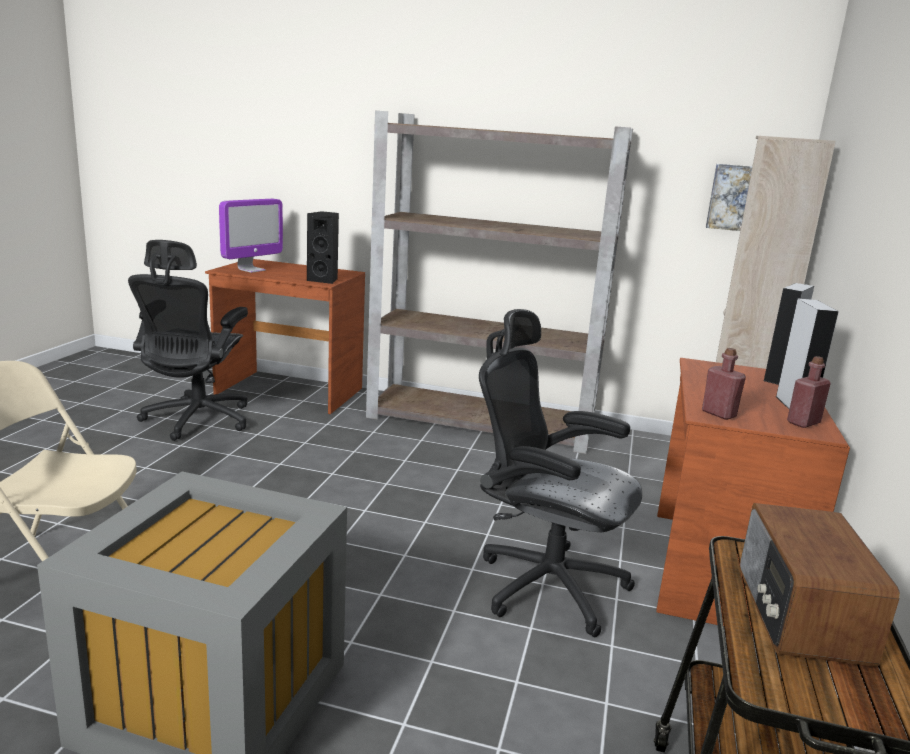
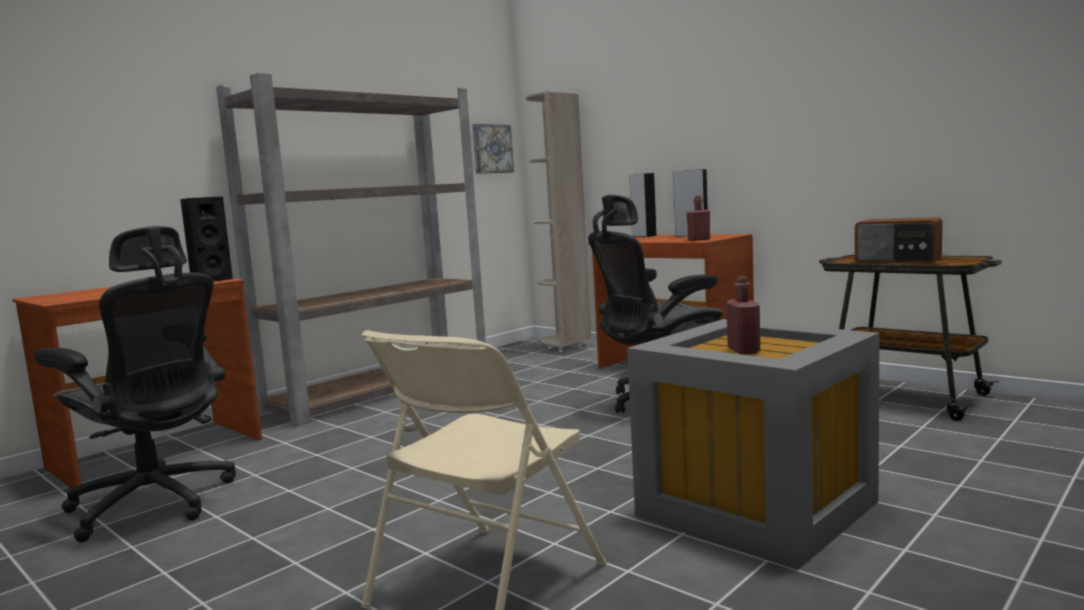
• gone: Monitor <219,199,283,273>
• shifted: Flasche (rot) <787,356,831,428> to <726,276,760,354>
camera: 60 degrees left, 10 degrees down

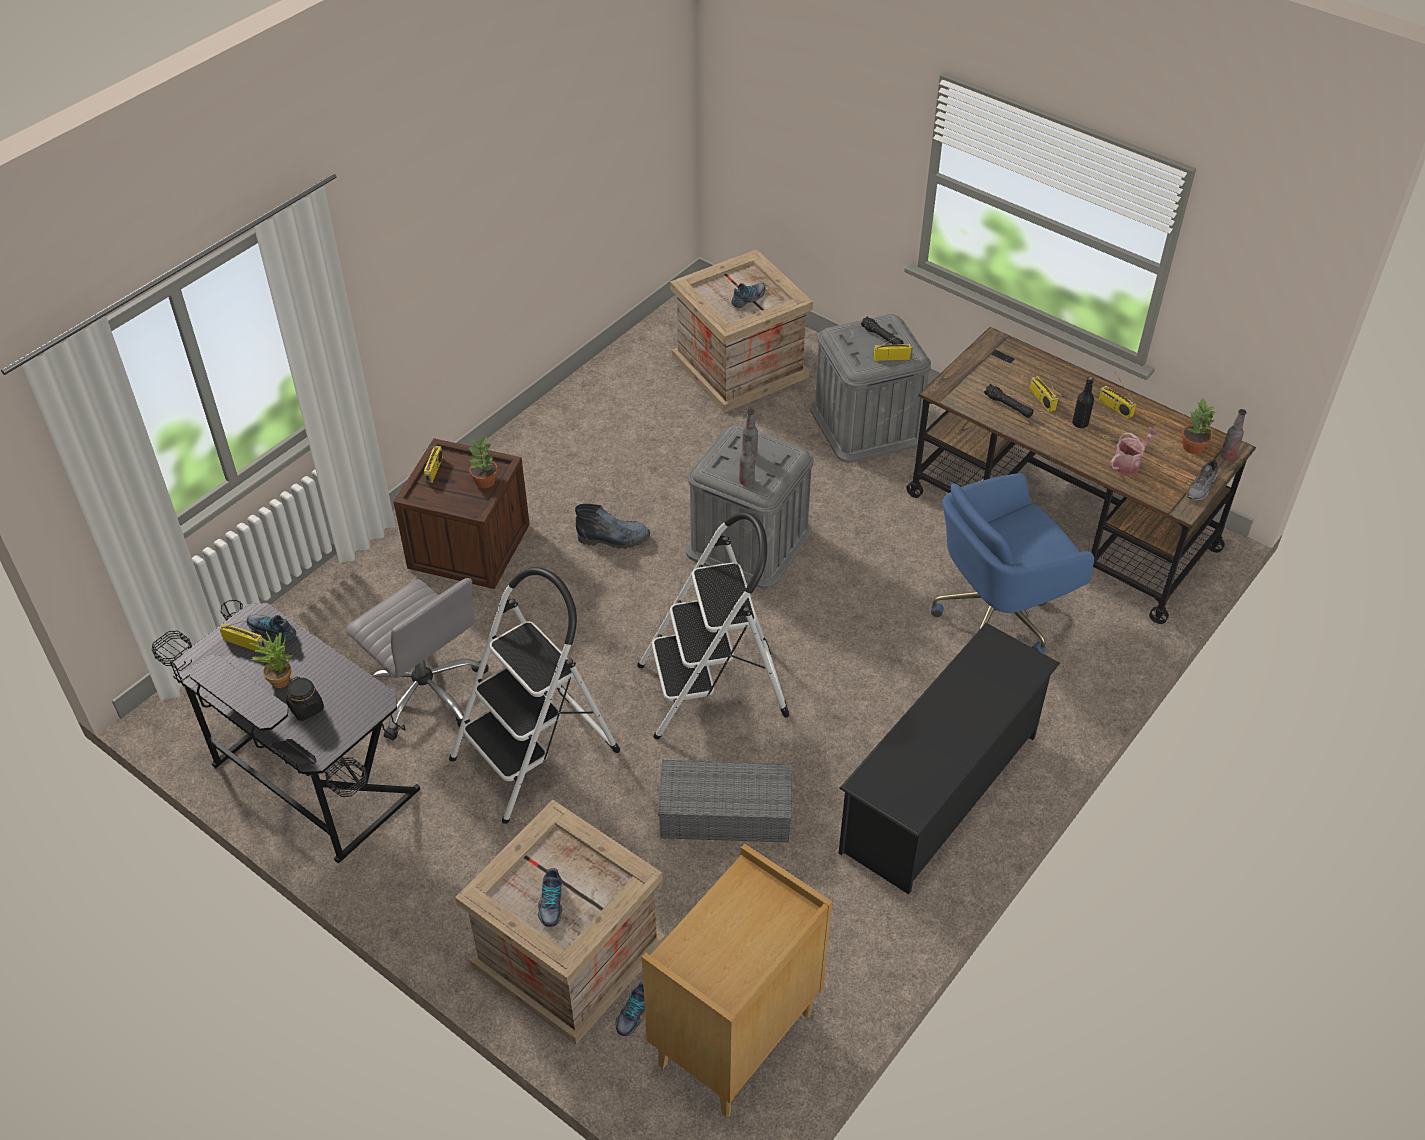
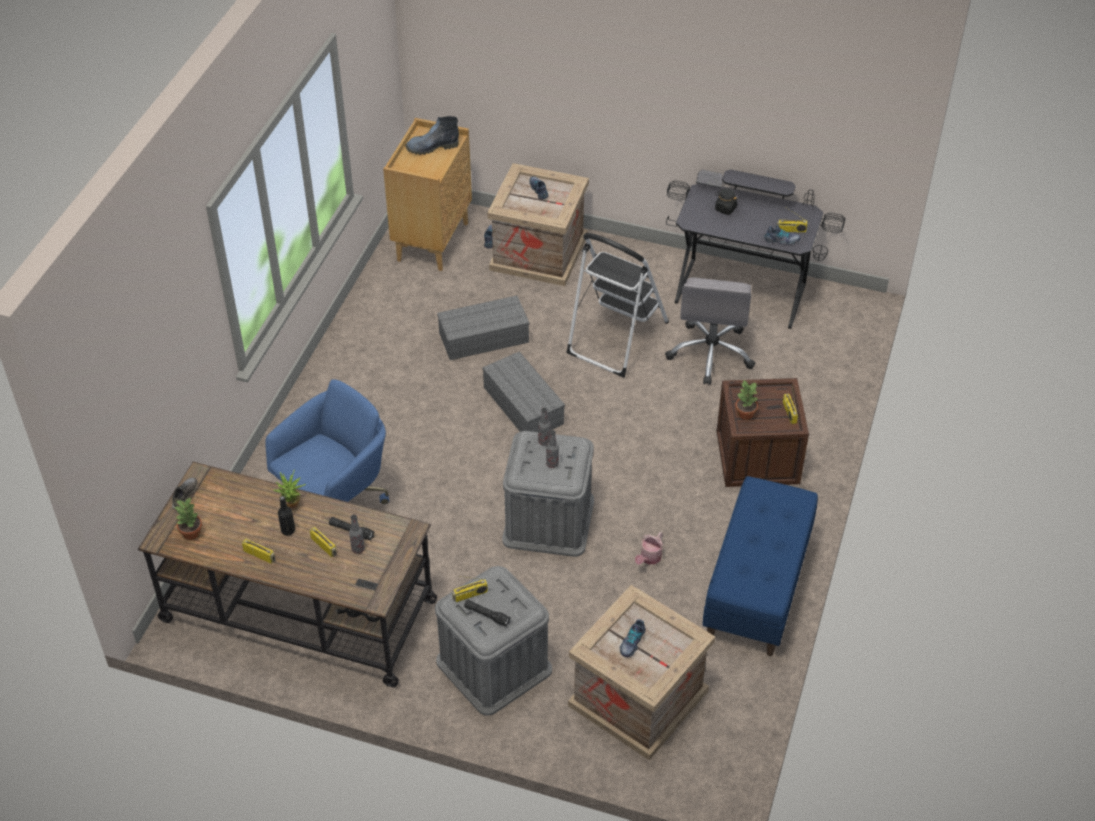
• shifted: Topfpflanze <249,631,293,688> to <274,469,306,510>
• rotated: Bürostuhl (grau) <346,578,489,740> = <665,278,756,385> 105 degrees counterclockwise
• shifted: Stiefel <575,504,650,549> to <405,116,459,155>
• swapped: Trittleiter <637,512,789,739> to Aufbewahrungsbox (grau) <482,351,565,432>
• gone: Schuhregal (schwarz) <839,623,1060,894>
• shifted: Gießkanne <1110,427,1159,475> to <635,532,663,565>
• shifted: Flasche <1220,409,1247,461> to <349,515,365,554>
• new: Bank (blau) <702,476,818,656>
camera: 160 degrees right, 0 degrees up

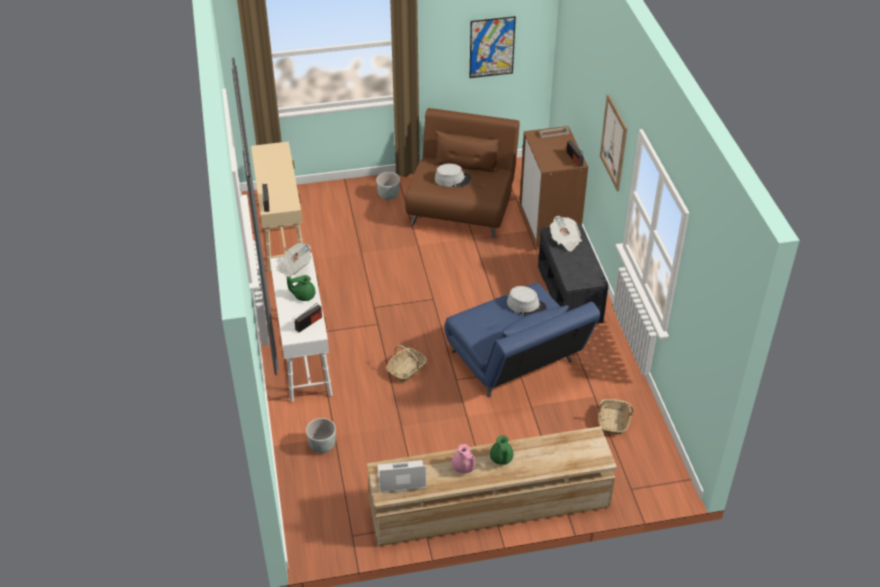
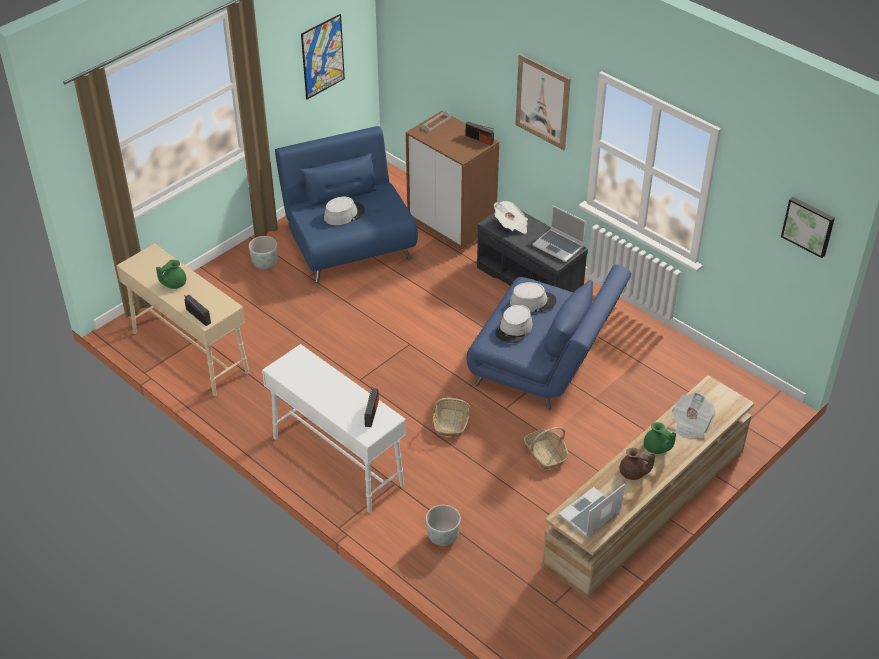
• shifted: Zeitung <276,243,312,277> to <672,392,716,438>
• shifted: Teekanne (grün) <287,275,315,301> to <156,260,186,289>
• repainted: Sessel (braun) <405,108,519,238> to Sessel (blau) <275,126,418,283>
• repainted: Teekanne (rosa) <452,444,476,473> to Teekanne (braun) <620,448,655,480>
• shifted: Korb <598,399,634,435> to <524,427,568,470>
• new: Hut (grau) <495,305,533,343>
• new: Laptop <532,205,586,262>
• new: Bild <781,197,835,258>
camera: 35 degrees left, 0 degrees up

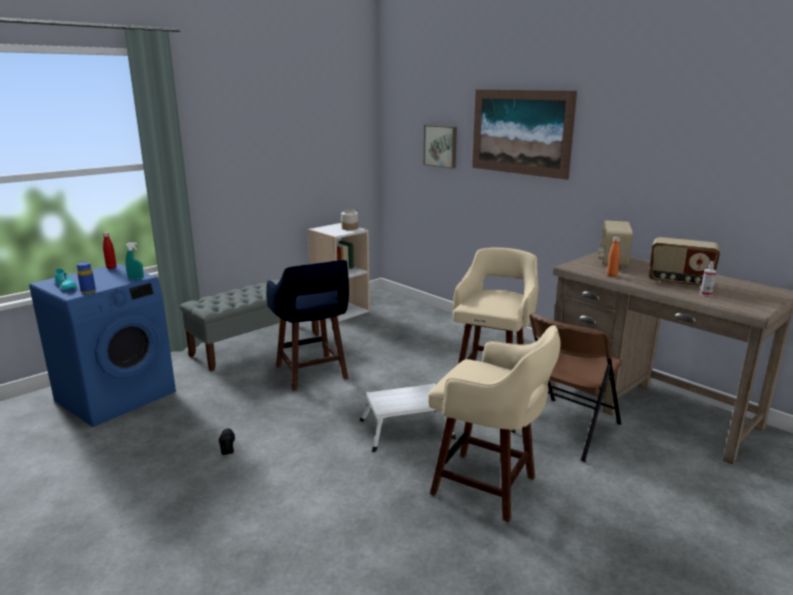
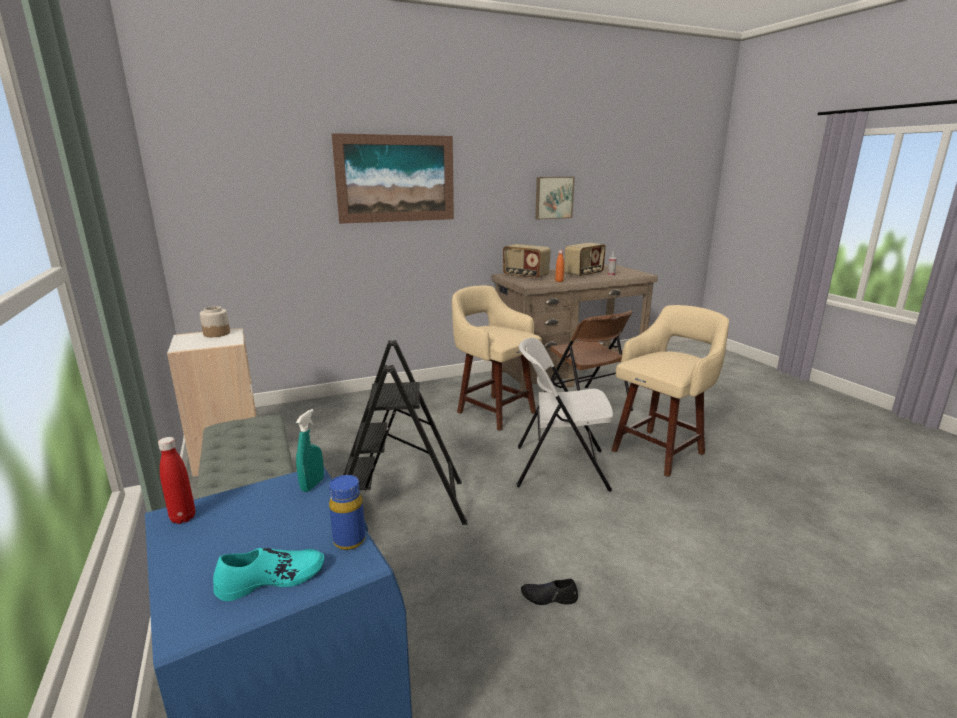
• swapped: Hocker (blau) <266,260,349,391> to Trittleiter (schwarz) <343,340,468,525>
• swapped: Trittleiter (weiß) <359,383,457,452> to Stuhl (weiß) <517,338,613,492>
• shifted: Bild <424,125,457,169> to <535,177,575,219>
camera: 70 degrees left, 0 degrees up

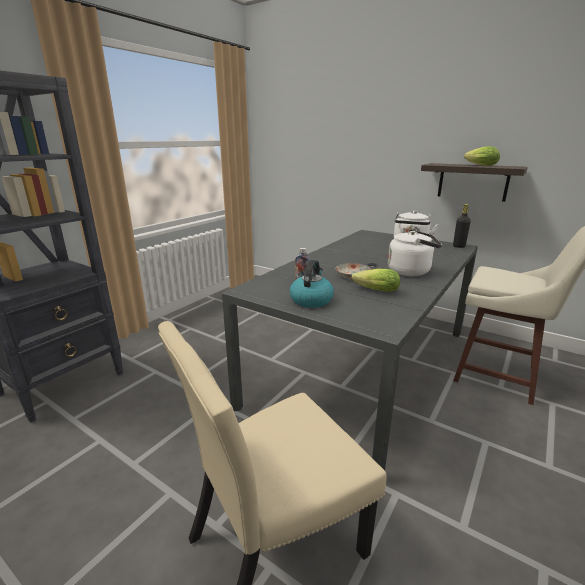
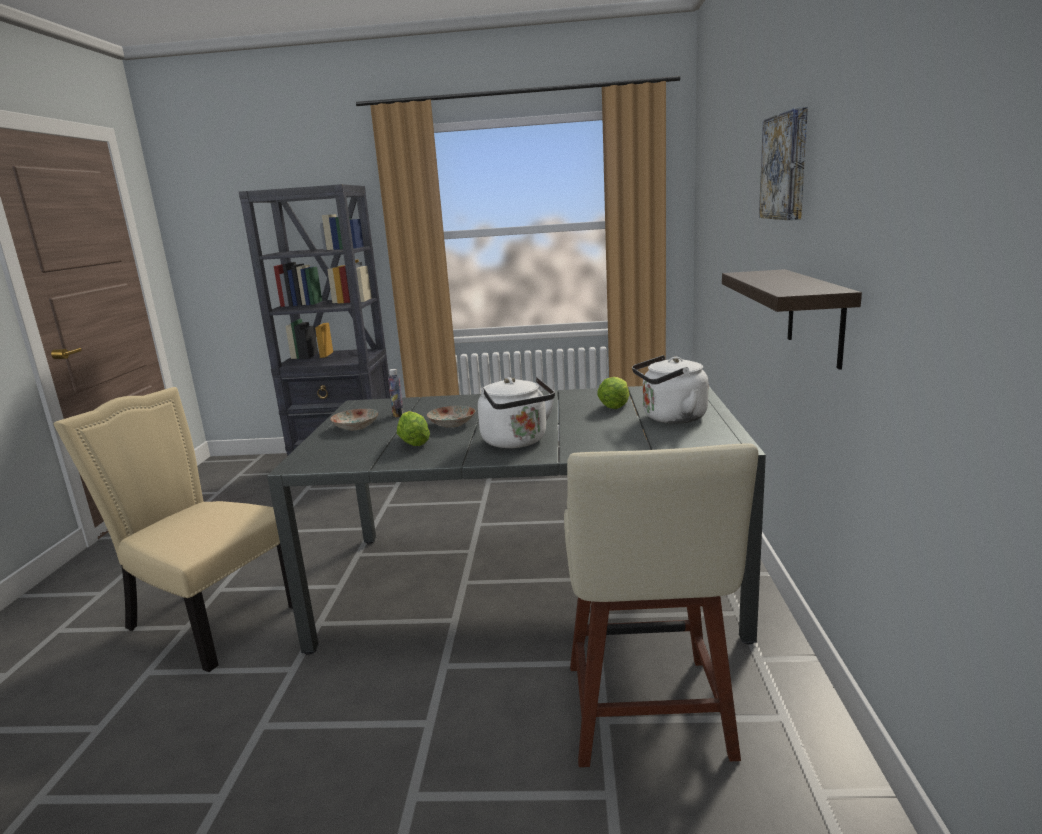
• swapped: Wasserkessel <290,260,334,308> to Teller <330,409,379,430>
• gone: Flasche (schwarz) <453,204,471,248>
• shifted: Salatkopf <464,146,500,166> to <597,377,630,409>
• new: Bild <759,107,808,220>
camera: 60 degrees right, 5 degrees down

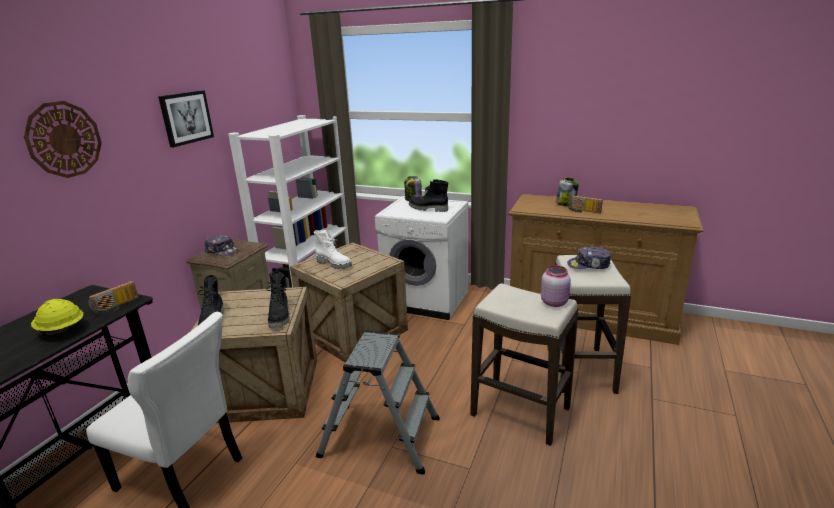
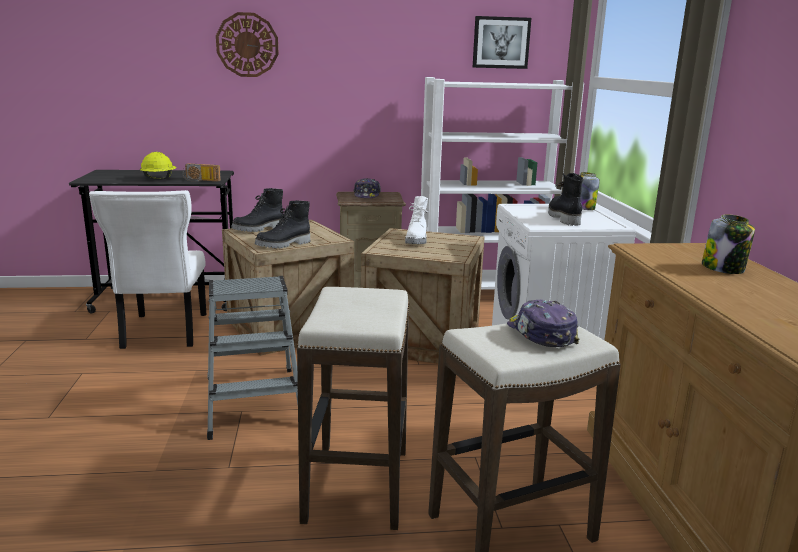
• shifted: Bild <158,90,214,147> to <473,16,531,69>
• gone: Vorratsglas (rosa) <541,266,571,307>
• gone: Radio <568,195,603,213>
camera: 60 degrees right, 5 degrees down

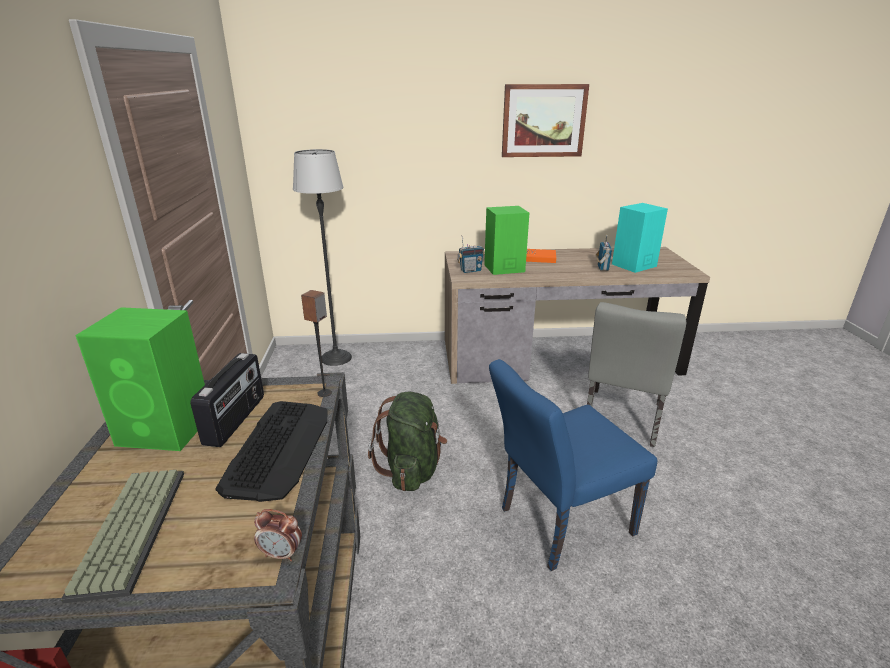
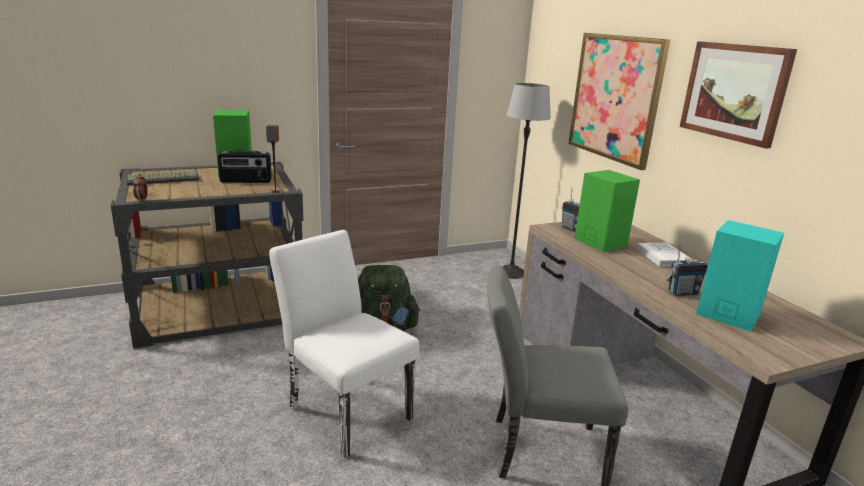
• gone: Tastatur <215,401,327,502>
• repainted: Stuhl (blau) <489,359,657,571> to Stuhl (weiß) <269,230,419,458>
• repainted: Buch (orange) <526,249,556,263> to Buch (weiß) <636,243,692,266>
• new: Bild <568,33,670,170>
camera: 70 degrees right, 5 degrees down

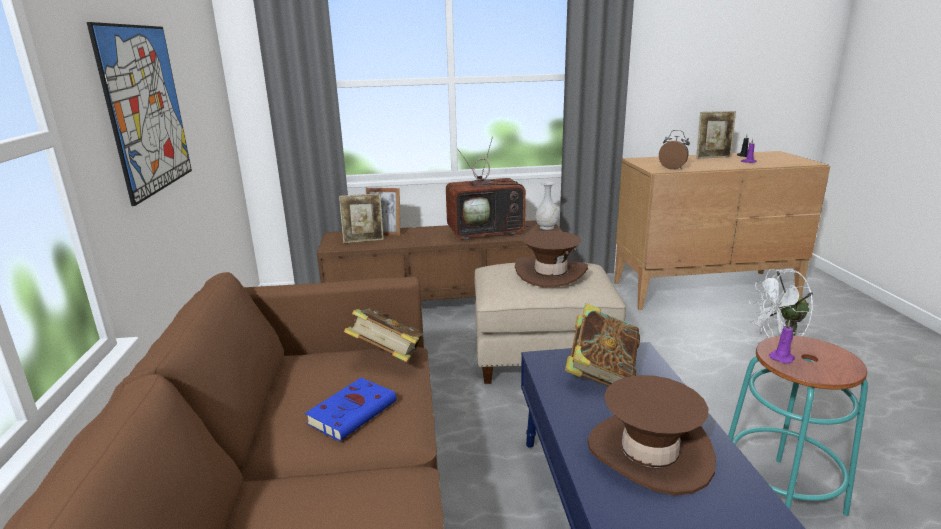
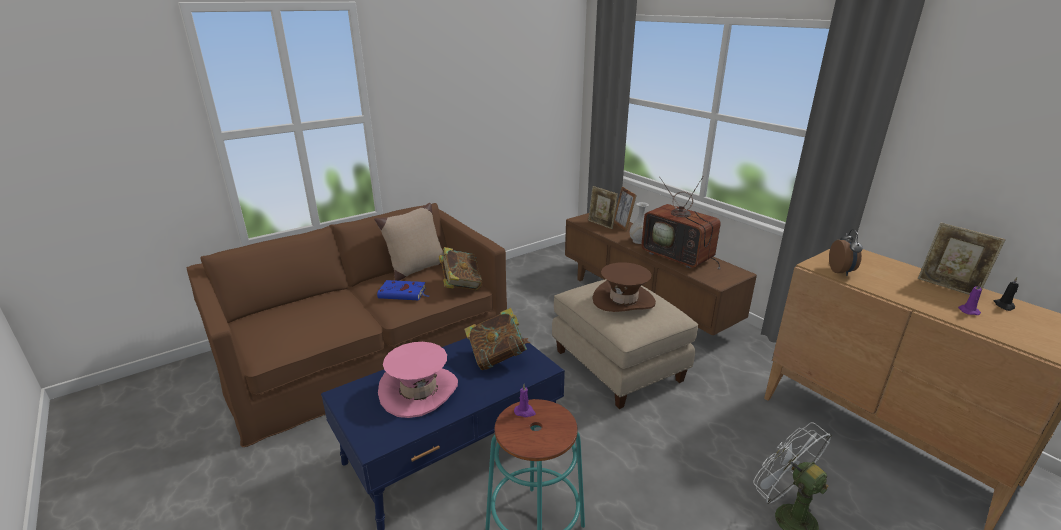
• gone: Bild <87,22,192,206>
• shifted: Vase (weiß) <536,181,559,230> to <630,202,649,244>
• repainted: Hut (braun) <587,375,716,495> to Hut (rosa) <378,342,458,418>
• new: Kissen (beige) <374,203,445,281>
camera: 60 degrees right, 5 degrees up

